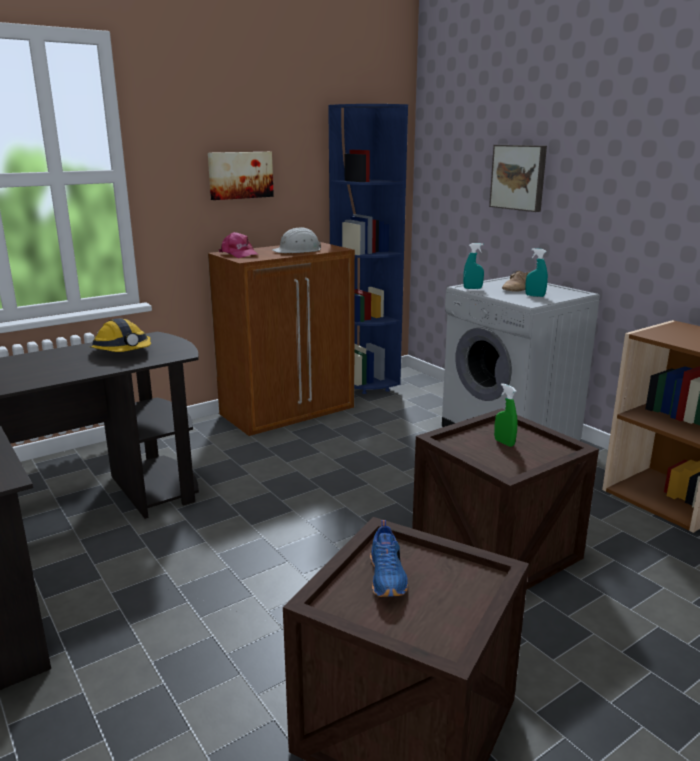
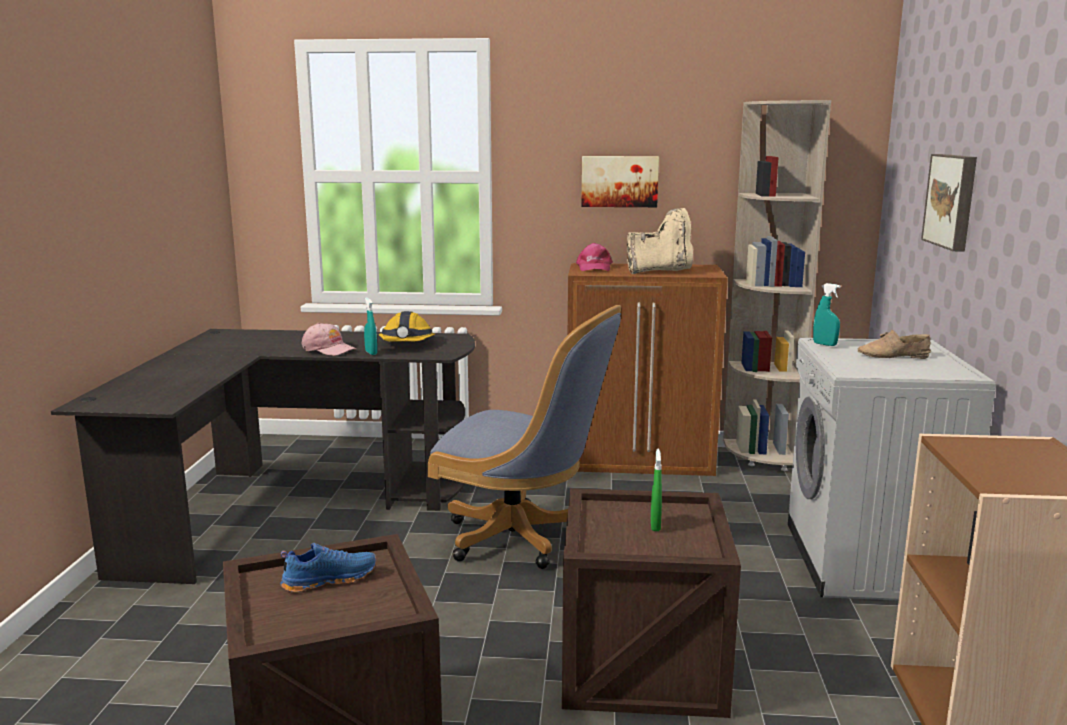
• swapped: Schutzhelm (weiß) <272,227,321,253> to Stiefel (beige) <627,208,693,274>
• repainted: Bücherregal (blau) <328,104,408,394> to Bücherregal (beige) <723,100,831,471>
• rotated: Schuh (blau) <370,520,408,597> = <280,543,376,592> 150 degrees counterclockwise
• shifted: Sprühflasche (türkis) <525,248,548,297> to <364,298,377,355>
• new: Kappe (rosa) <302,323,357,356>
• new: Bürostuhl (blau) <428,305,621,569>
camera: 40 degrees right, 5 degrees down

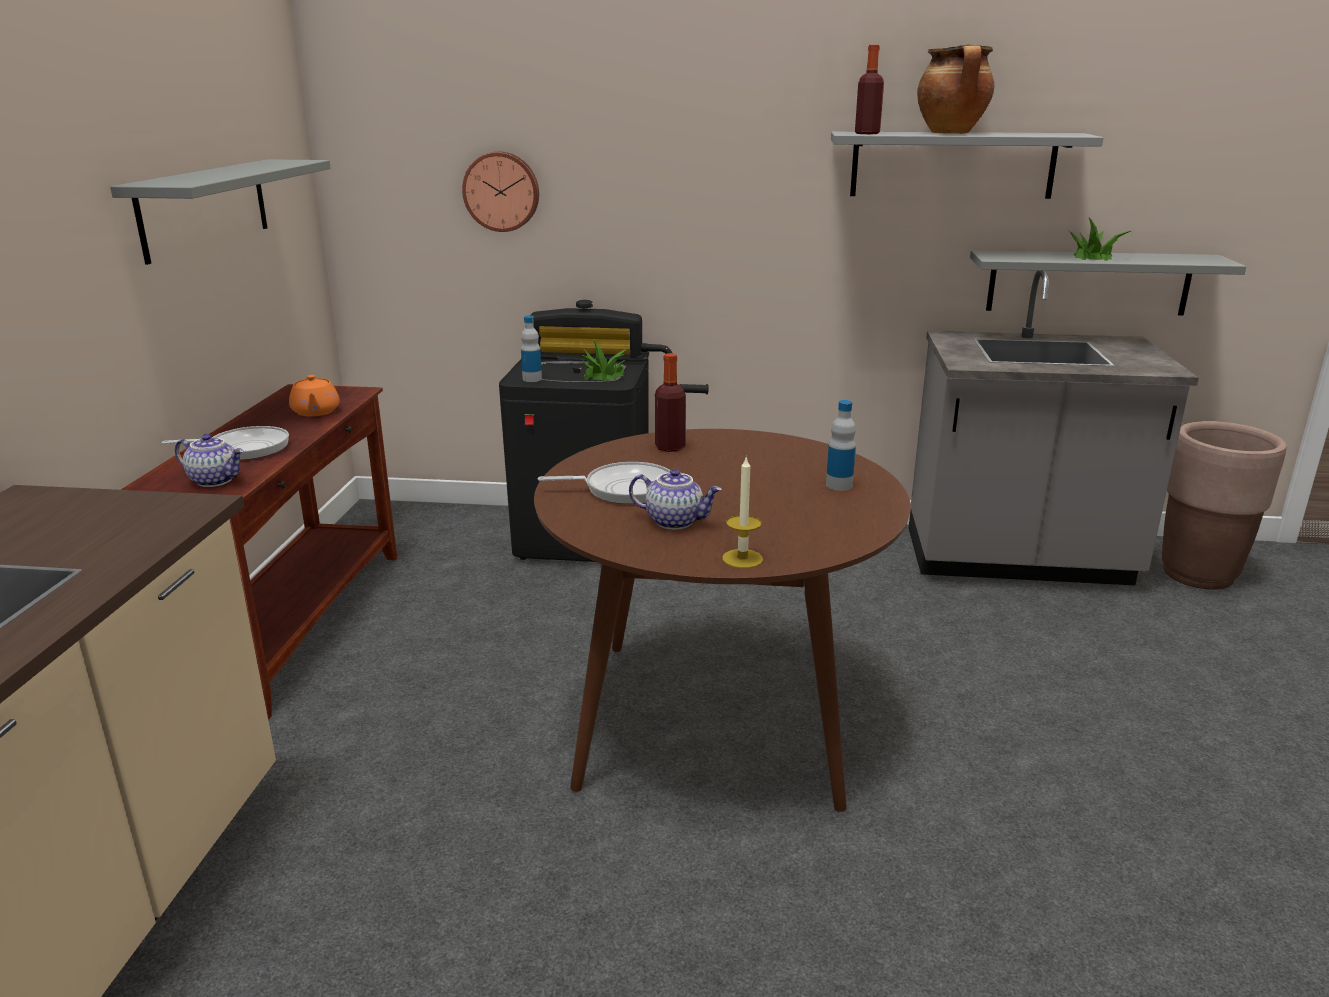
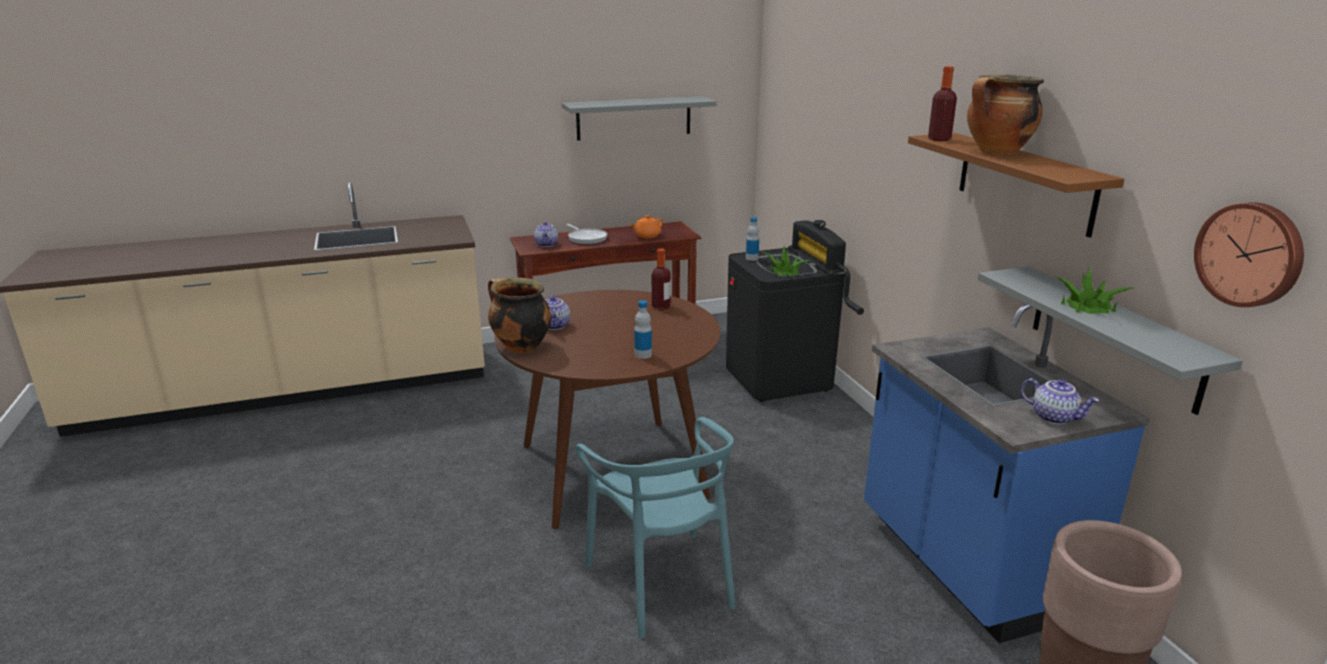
• shifted: Wanduhr <462,152,539,232> to <1194,202,1304,307>
• gone: Pfanne <537,462,670,504>
• swapped: Kerze <722,455,763,568> to Kochtopf <488,278,551,353>
• repainted: Wandregal (grau) <831,132,1103,199> to Wandregal (braun) <908,133,1124,238>
• repainted: Küchenzeile (grau) <909,271,1199,585> to Küchenzeile (blau) <864,304,1150,643>
• new: Stuhl (türkis) <576,417,736,638>
• new: Teekanne <1020,378,1099,425>
camera: 65 degrees right, 0 degrees up

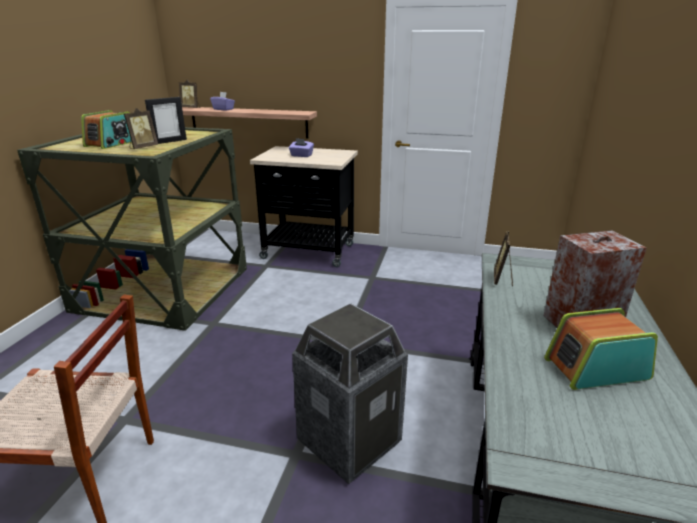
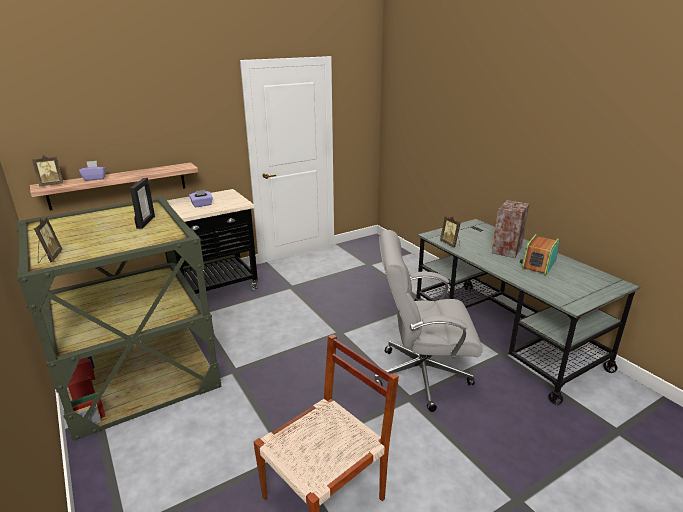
• gone: Radio <81,110,132,149>
• shifted: Bilderrahmen <124,108,158,149> to <34,217,62,263>
• swapped: Mülleimer <292,303,408,484> to Bürostuhl (grau) <375,230,483,412>
camera: 45 degrees left, 0 degrees up

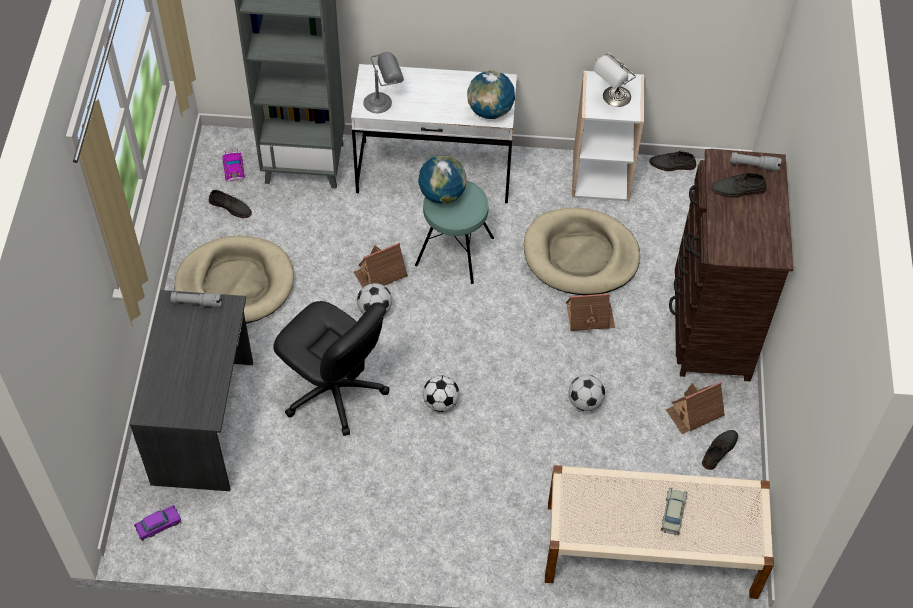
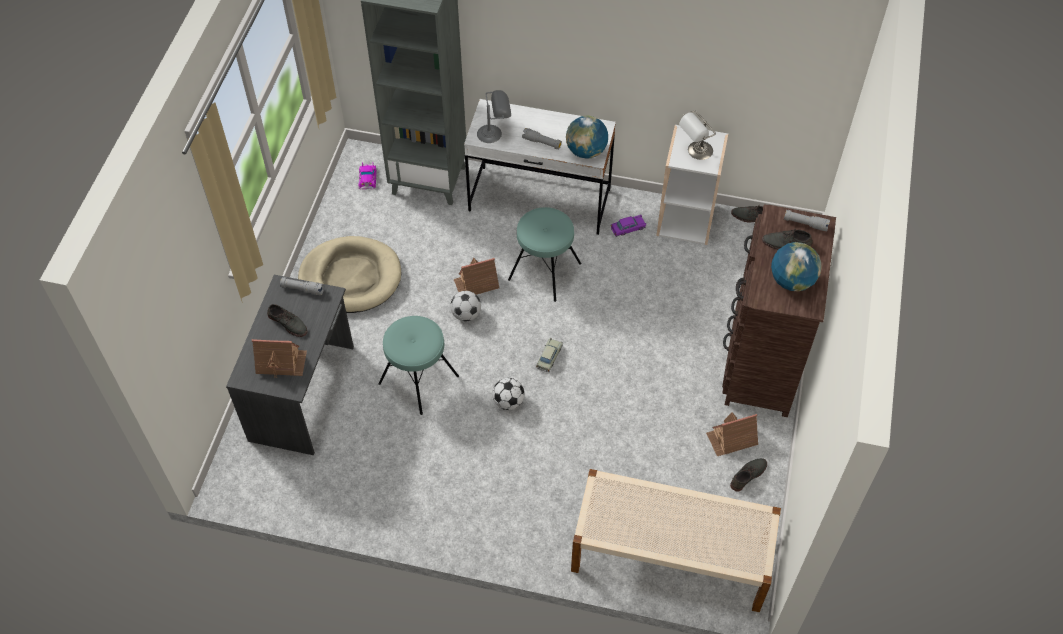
• shifted: Spielzeugauto (lila) <134,505,181,541> to <611,215,646,237>
• shifted: Schuh (grau) <209,190,252,218> to <267,304,308,337>
• swapped: Bürostuhl (schwarz) <273,301,389,436> to Hocker (türkis) <378,316,459,415>
• shifted: Globus <418,156,467,204> to <771,242,822,292>
• gone: Hundebett (beige) <524,208,640,295>
• shifted: Spielzeughaus <566,293,615,332> to <252,339,307,378>
• gone: Fußball <569,375,605,411>
• shifted: Spielzeugauto (beige) <661,488,687,535> to <536,338,563,372>
• new: Taschenlampe (grau) <522,128,562,150>
camera: 10 degrees right, 0 degrees up

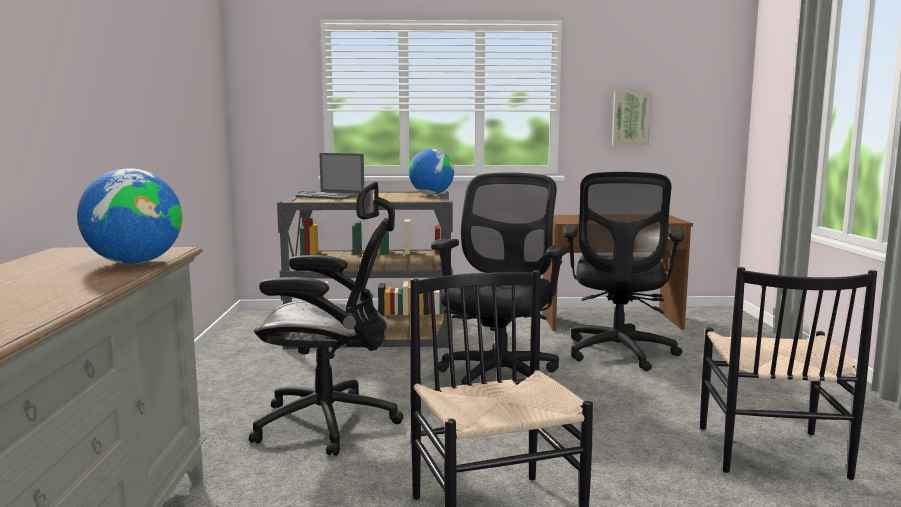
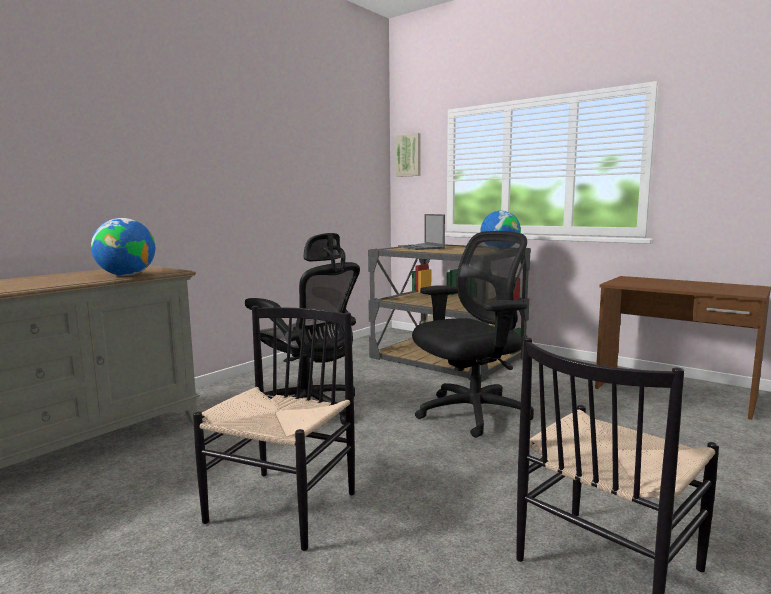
• gone: Bürostuhl (schwarz) <563,172,684,371>
• shifted: Bild <612,91,651,146> to <396,133,420,177>
camera: 40 degrees right, 0 degrees up

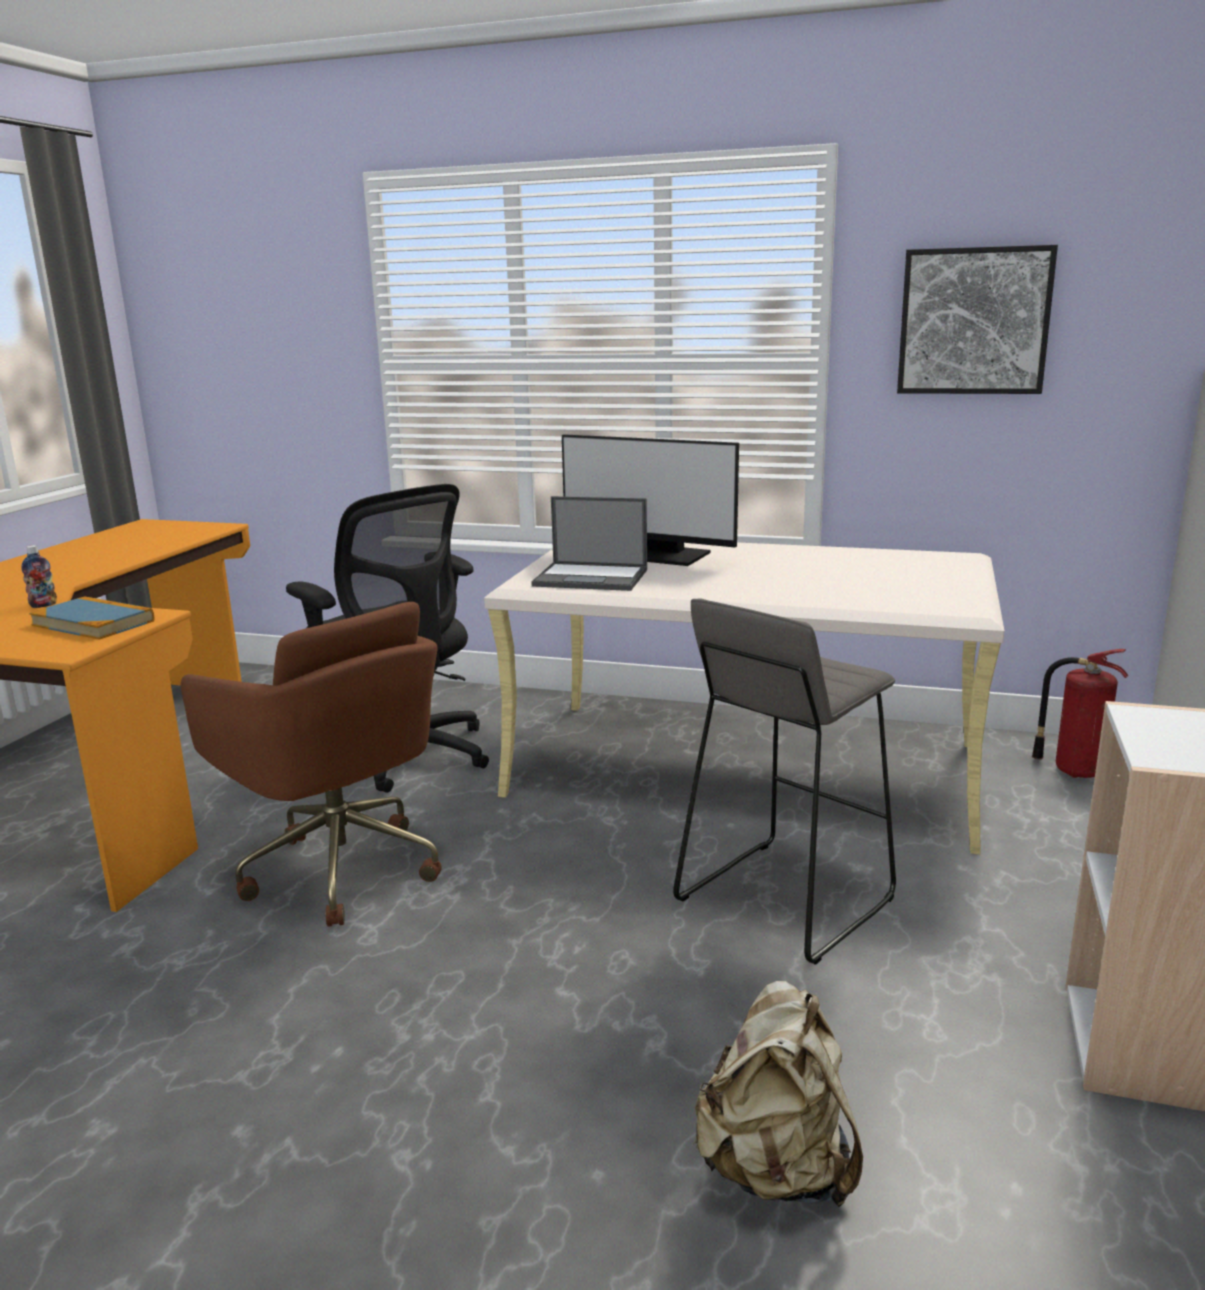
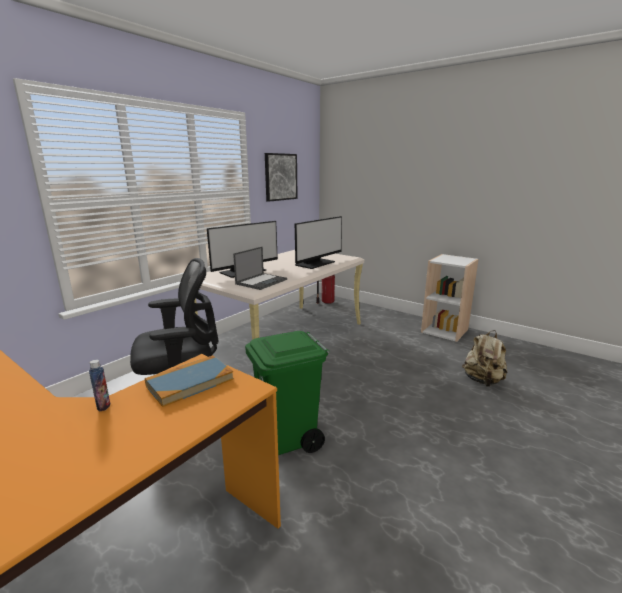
• swapped: Bürostuhl (braun) <180,602,442,927> to Mülleimer (grün) <245,331,329,455>
• gone: Hocker (grau) <673,598,896,965>
• new: Monitor <295,216,342,269>
camera: 70 degrees left, 0 degrees up

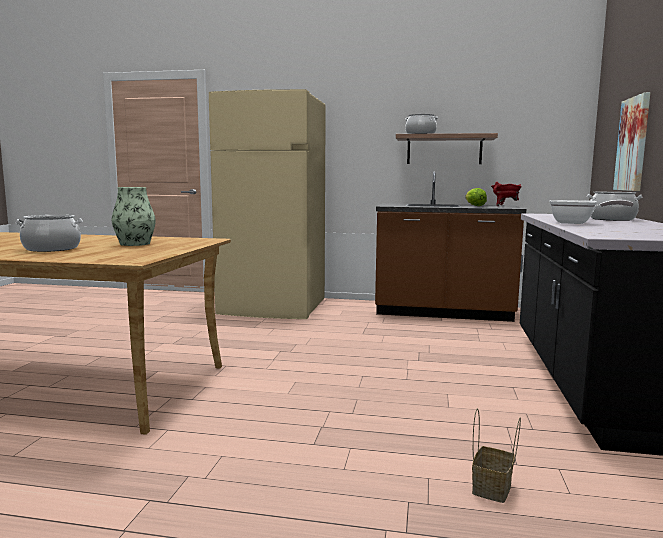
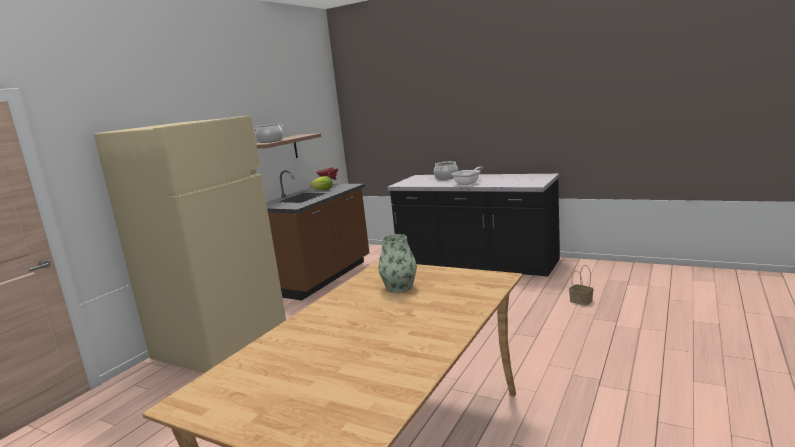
• gone: Kochtopf <15,215,83,252>
• gone: Bild <613,92,650,191>
camera: 70 degrees left, 5 degrees up

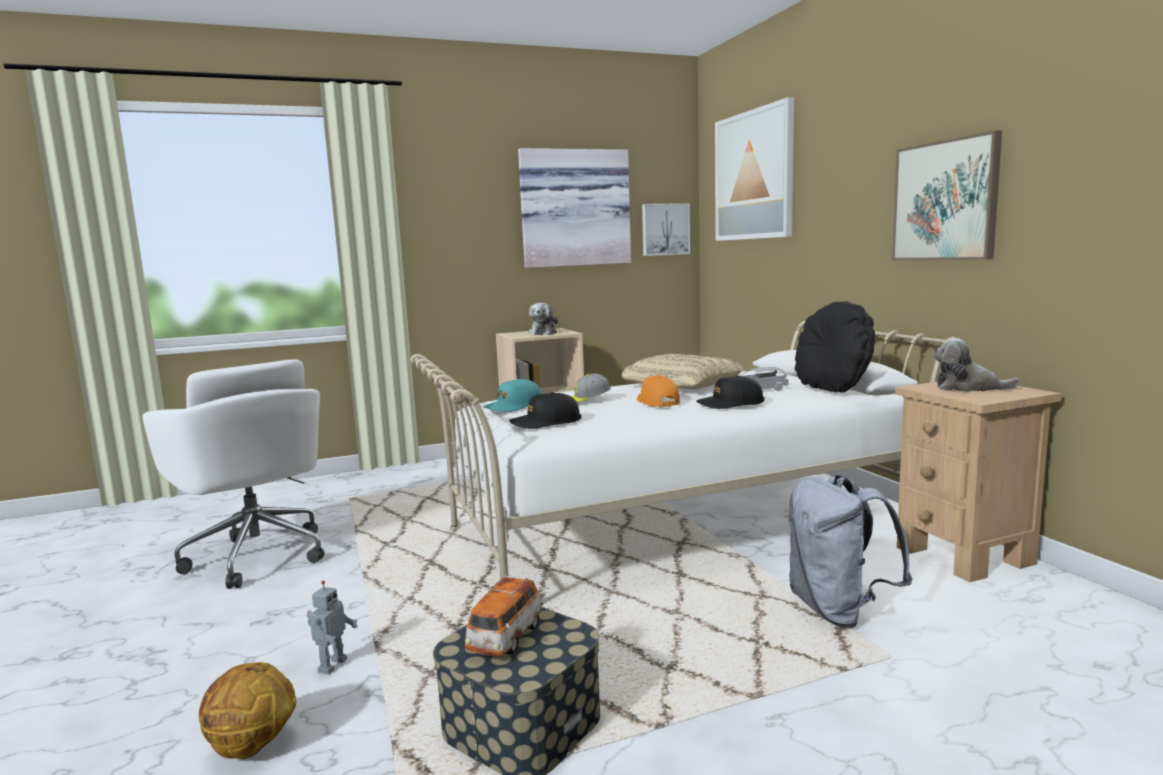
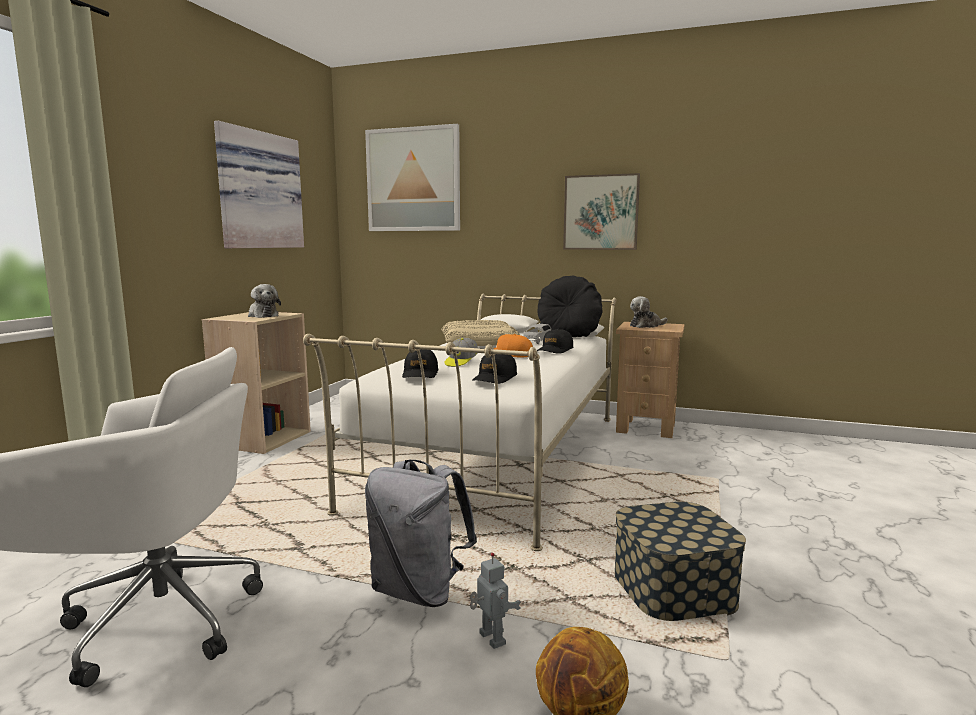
• gone: Spielzeugauto <464,575,542,656>
• repainted: Kappe (türkis) <484,379,542,412> to Kappe (schwarz) <402,349,438,378>
• gone: Bild <642,203,690,256>
• shifted: Rucksack (grau) <788,475,912,628> to <365,459,477,607>
camera: 50 degrees left, 0 degrees up

